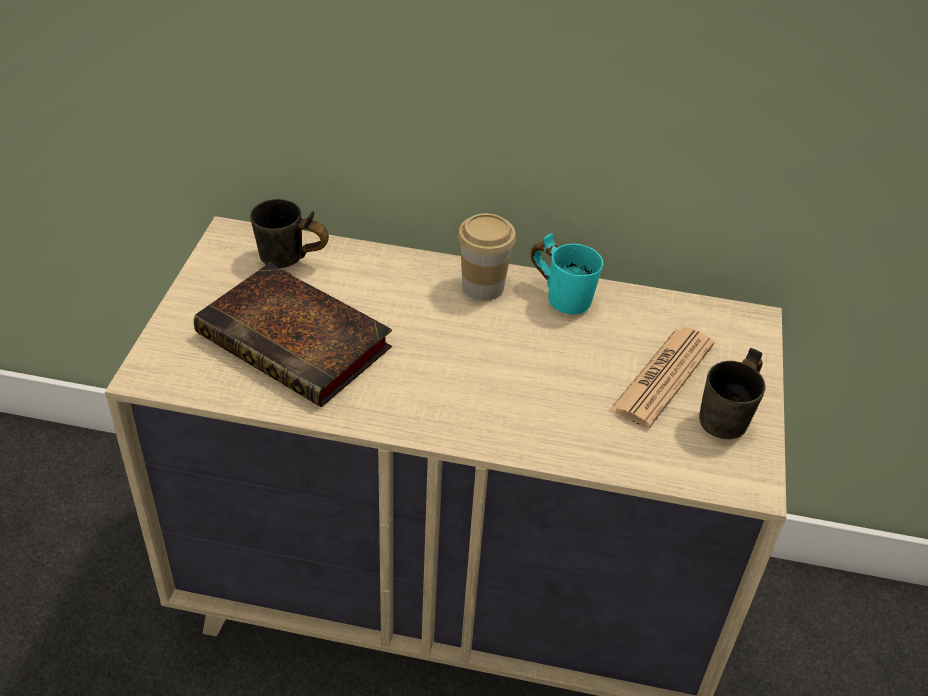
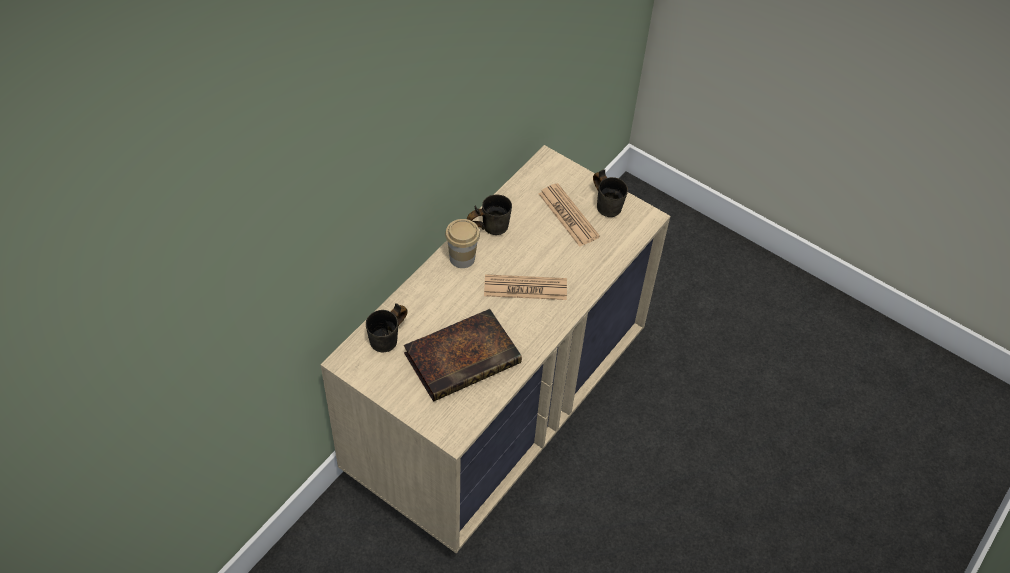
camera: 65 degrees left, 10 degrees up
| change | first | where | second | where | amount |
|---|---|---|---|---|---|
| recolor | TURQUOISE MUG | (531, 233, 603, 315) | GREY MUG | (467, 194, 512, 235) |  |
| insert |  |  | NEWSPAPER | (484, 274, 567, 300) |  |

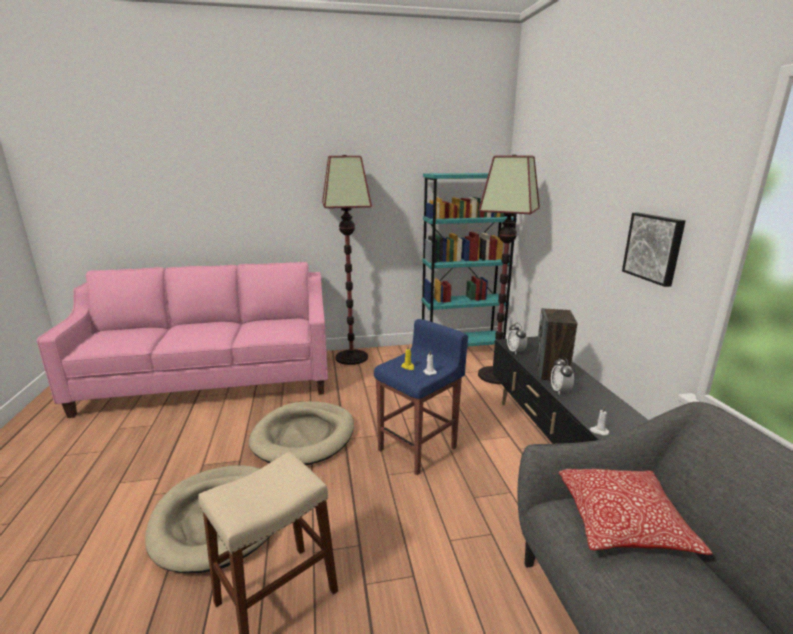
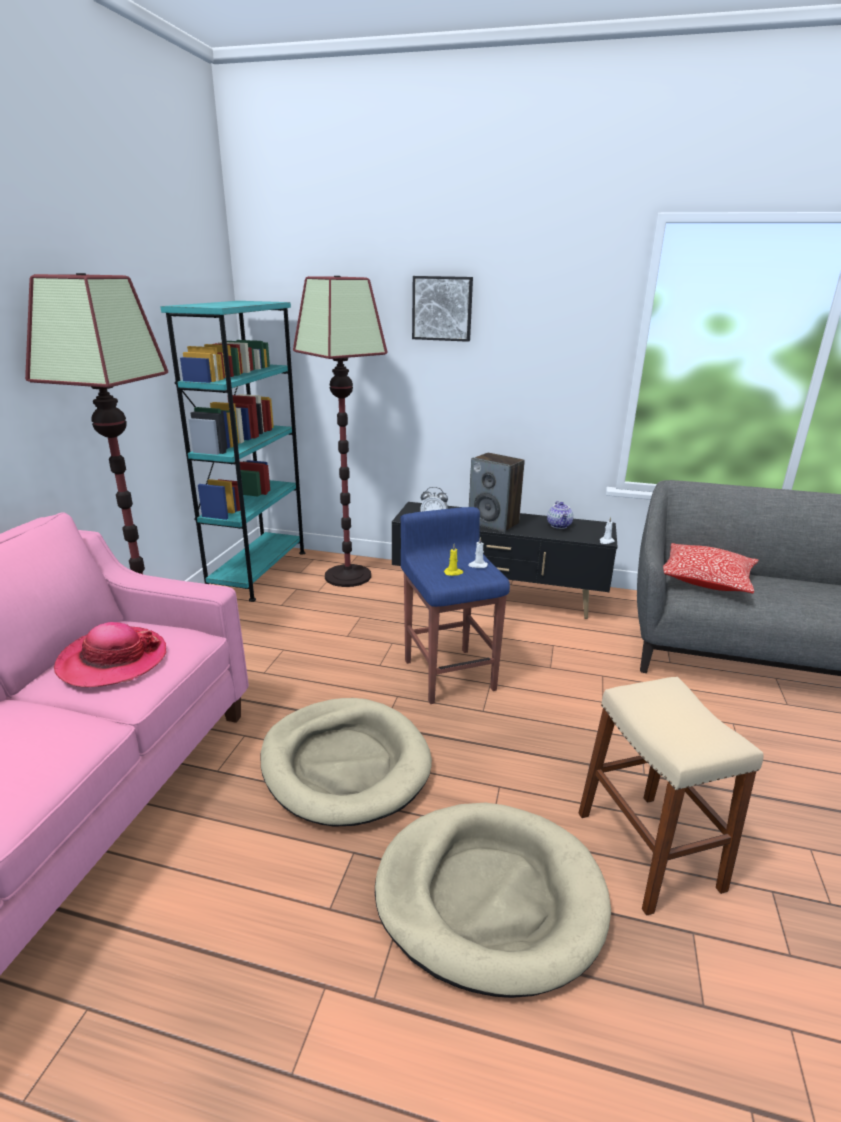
camera: 65 degrees left, 5 degrees up
| change | first | where | second | where | amount |
|---|---|---|---|---|---|
| delete | ALARM CLOCK | (551, 357, 574, 395) |  |  |  |
| move | PICTURE | (622, 213, 686, 287) |  | (412, 276, 473, 342) |  |
| insert |  |  | HAT | (54, 622, 167, 687) |  |
| insert |  |  | TEAPOT | (547, 501, 573, 529) |  |

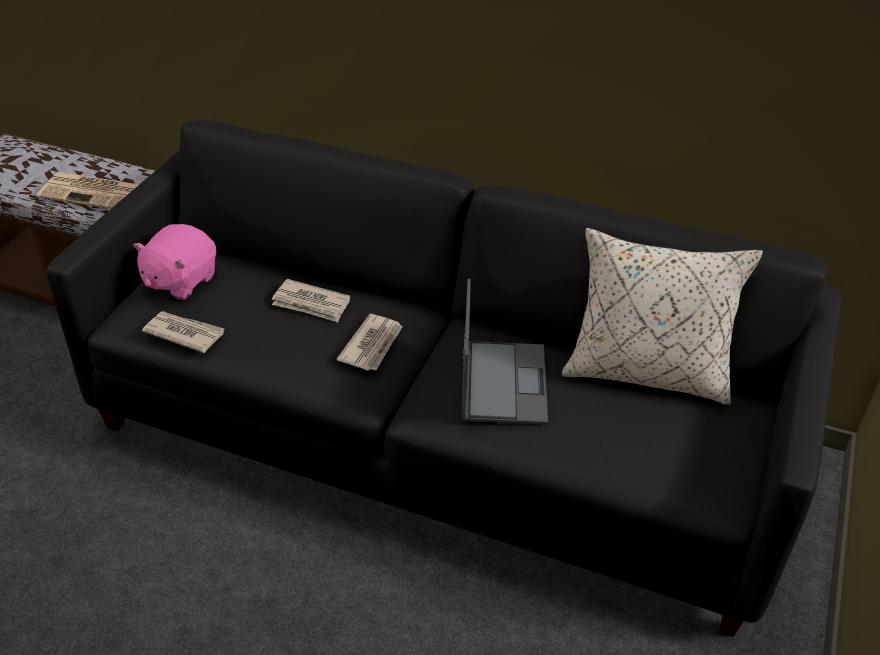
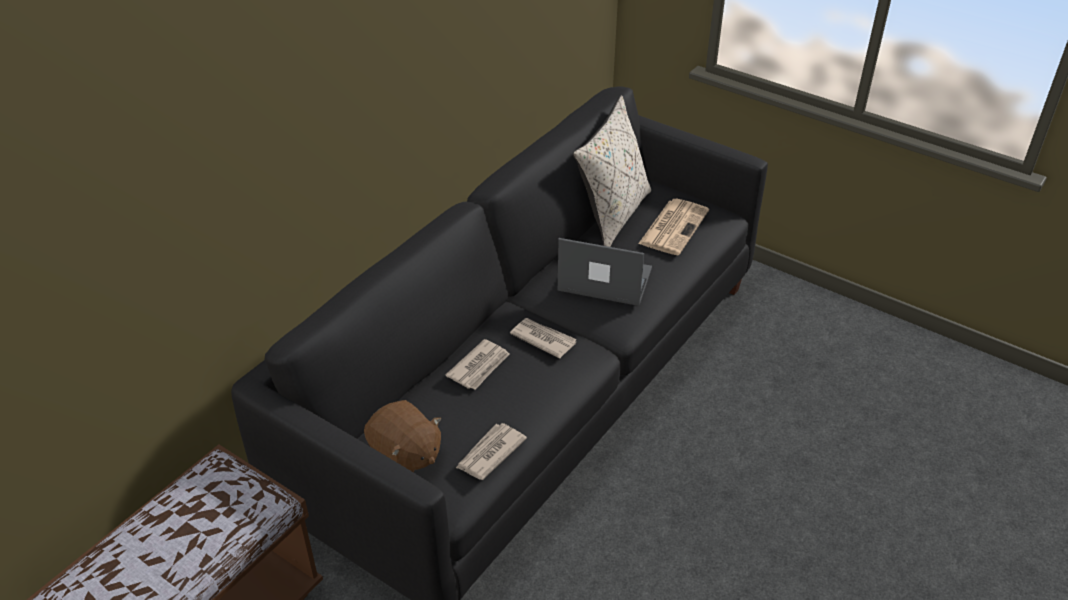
camera: 75 degrees left, 0 degrees up
| change | first | where | second | where | amount |
|---|---|---|---|---|---|
| move | NEWSPAPER | (36, 172, 139, 209) |  | (638, 199, 709, 255) |  |
| recolor | PINK PLUSH TOY | (133, 224, 217, 300) | BROWN PLUSH TOY | (364, 400, 441, 472) |  |

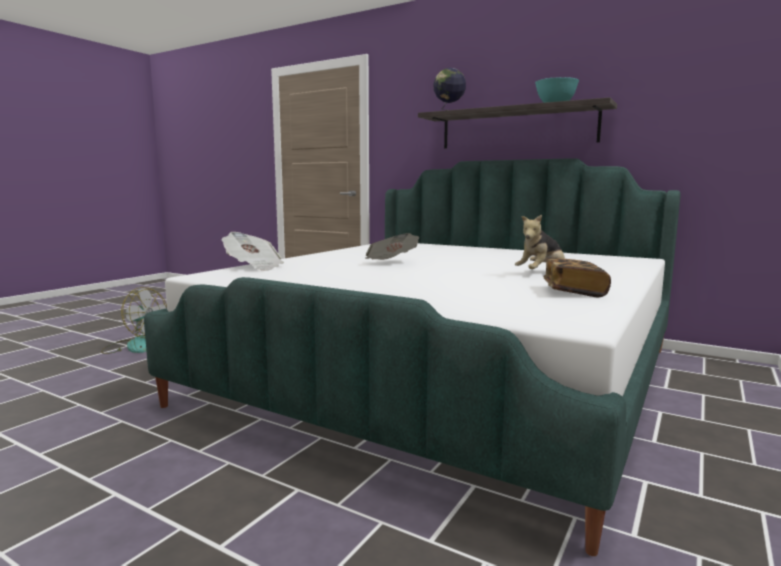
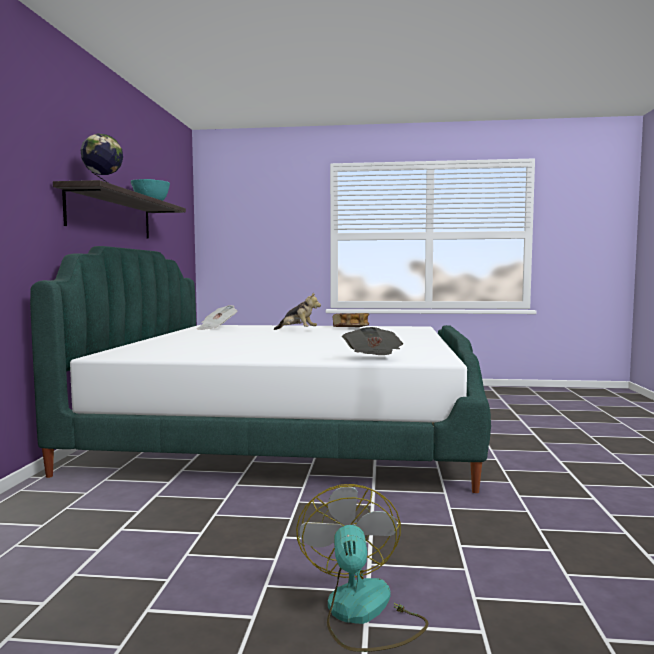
camera: 115 degrees left, 5 degrees down
| change | first | where | second | where | amount |
|---|---|---|---|---|---|
| move | NEWSPAPER | (366, 233, 419, 260) |  | (197, 305, 237, 330) |  |

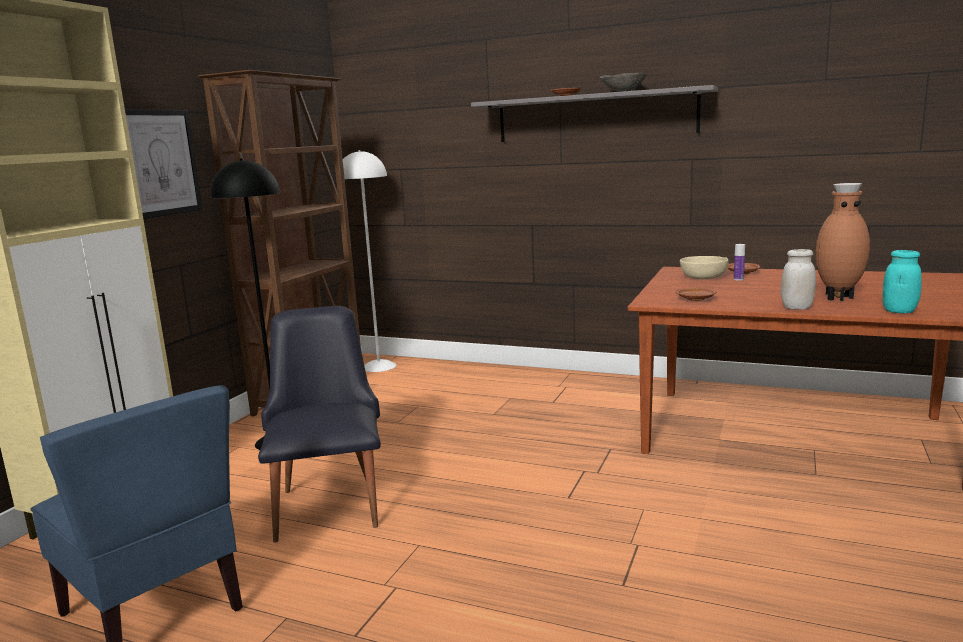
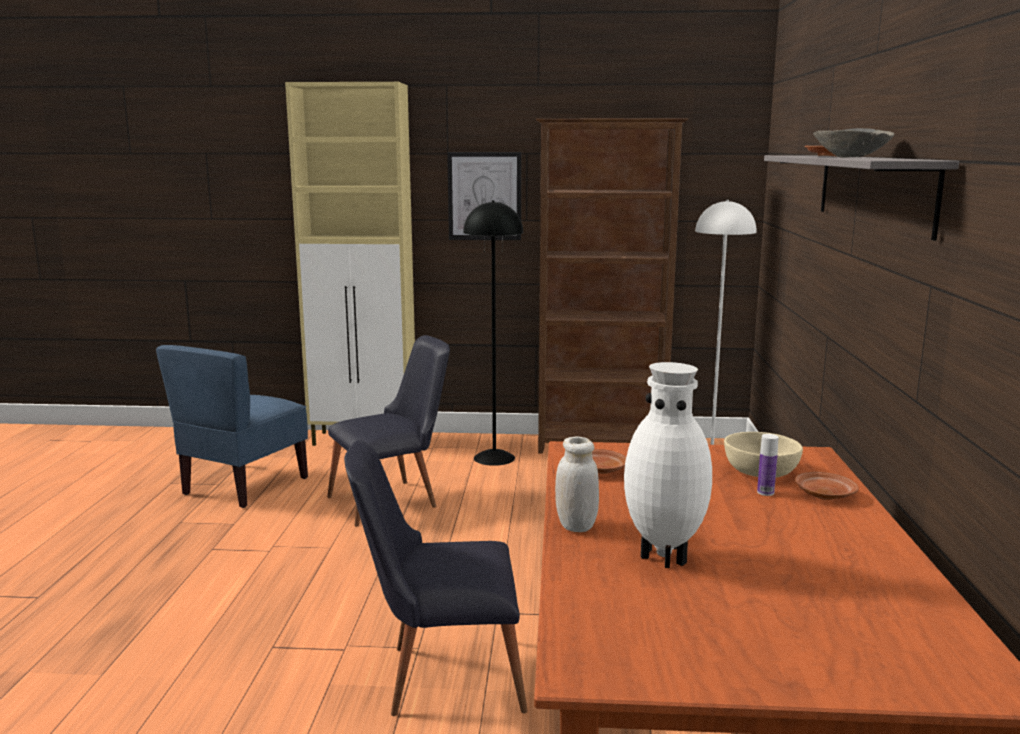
camera: 70 degrees right, 0 degrees up
| change | first | where | second | where | amount |
|---|---|---|---|---|---|
| recolor | BROWN VASE | (816, 183, 870, 301) | WHITE VASE | (624, 362, 712, 568) |  |
| delete | TURQUOISE JAR | (883, 250, 922, 313) |  |  |  |
| insert |  |  | BLACK CHAIR | (344, 440, 528, 716) |  |

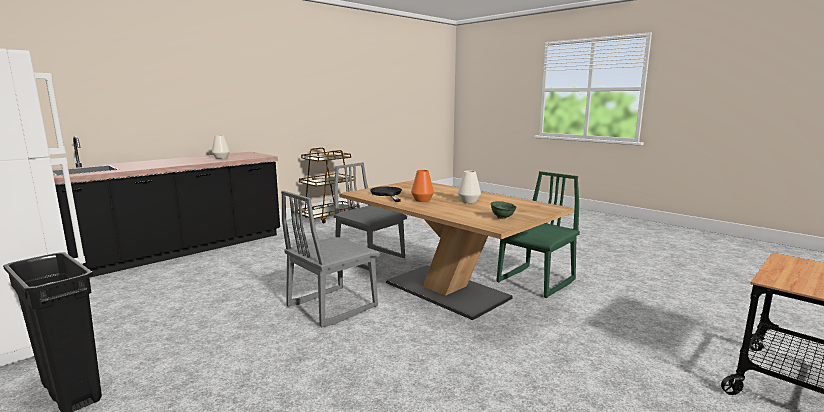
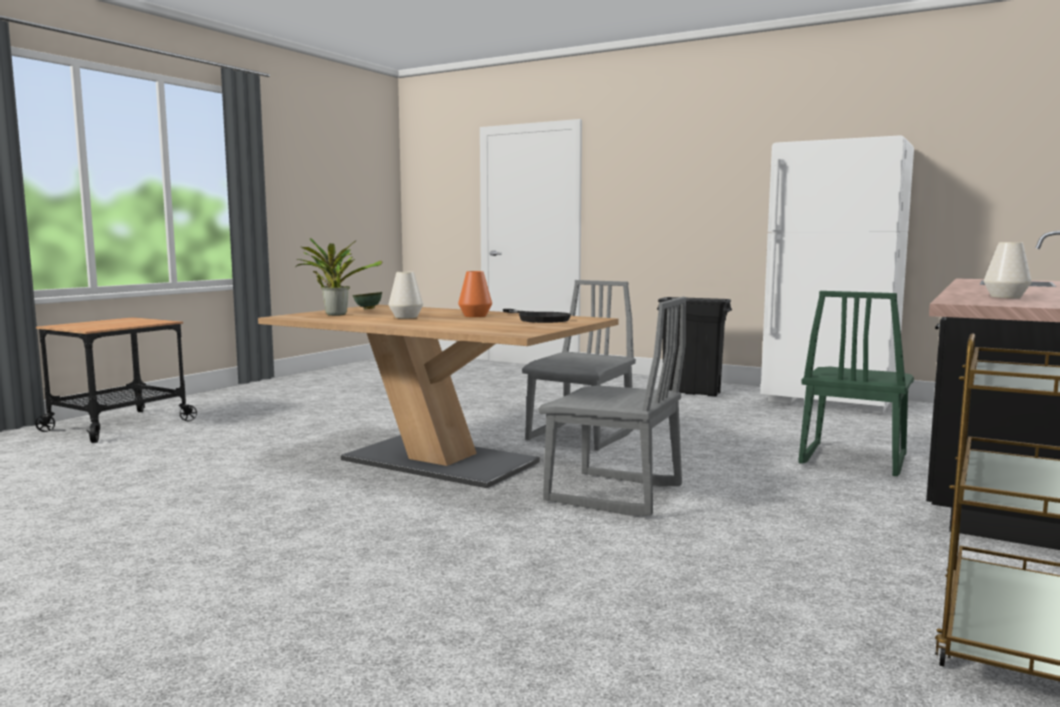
camera: 165 degrees right, 5 degrees down
| change | first | where | second | where | amount |
|---|---|---|---|---|---|
| move | GREEN CHAIR | (496, 171, 580, 298) |  | (798, 291, 914, 476) |  |
| insert |  |  | POTTED PLANT | (295, 238, 382, 316) |  |

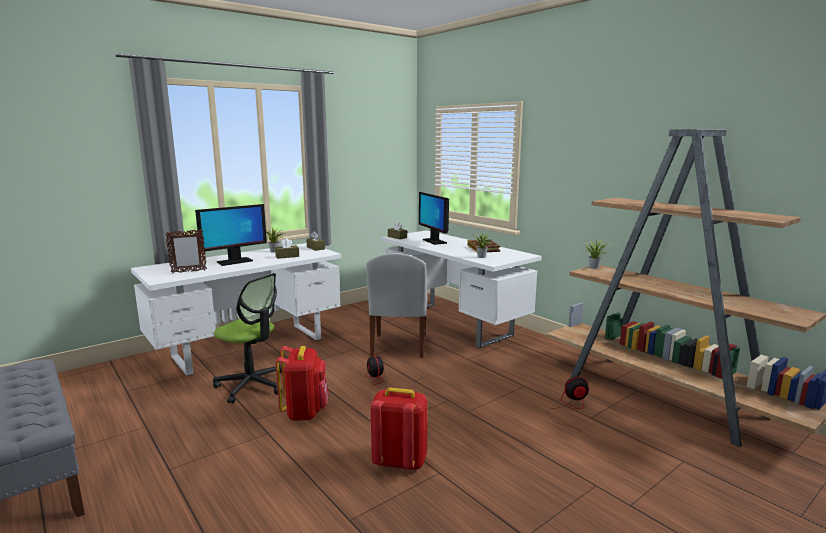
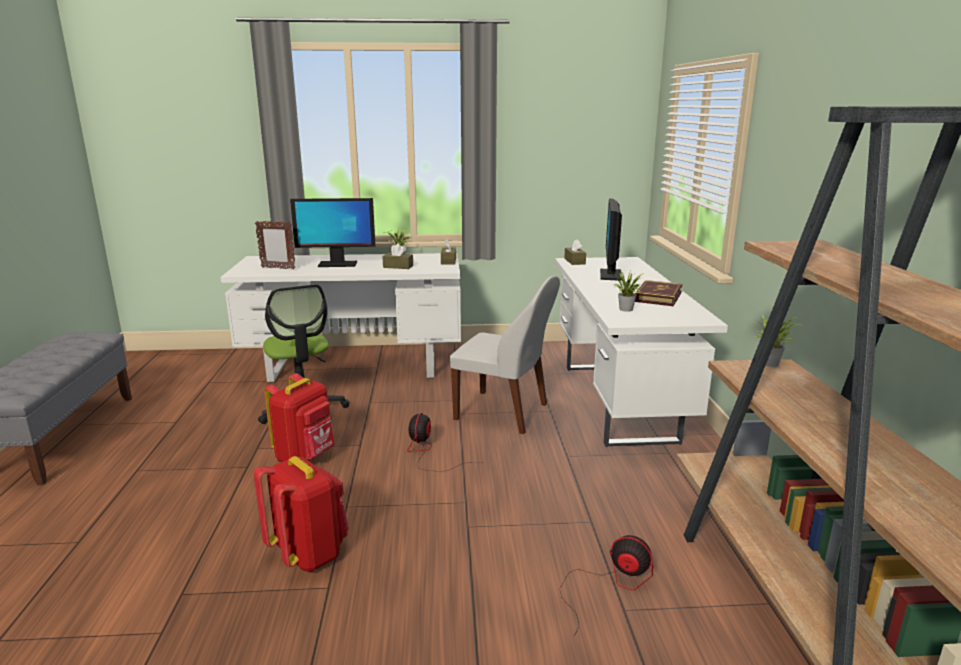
camera: 35 degrees right, 5 degrees up
| change | first | where | second | where | amount |
|---|---|---|---|---|---|
| rotate | WHITE CHAIR | (366, 253, 427, 358) |  | (450, 276, 560, 434) | 105 degrees counterclockwise |

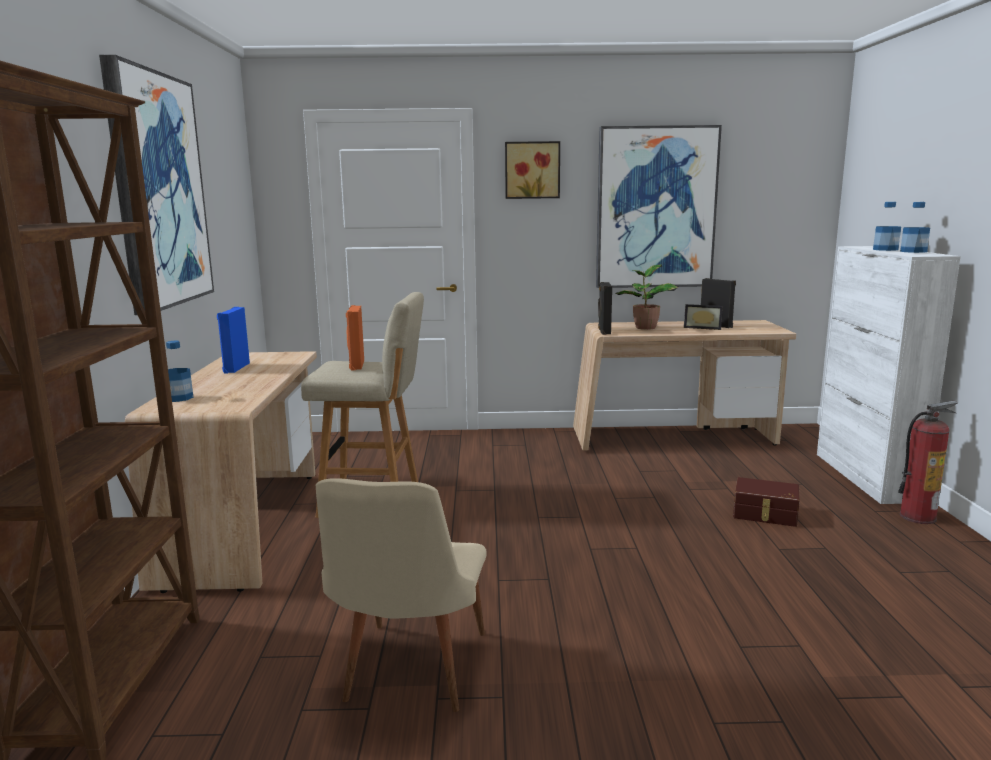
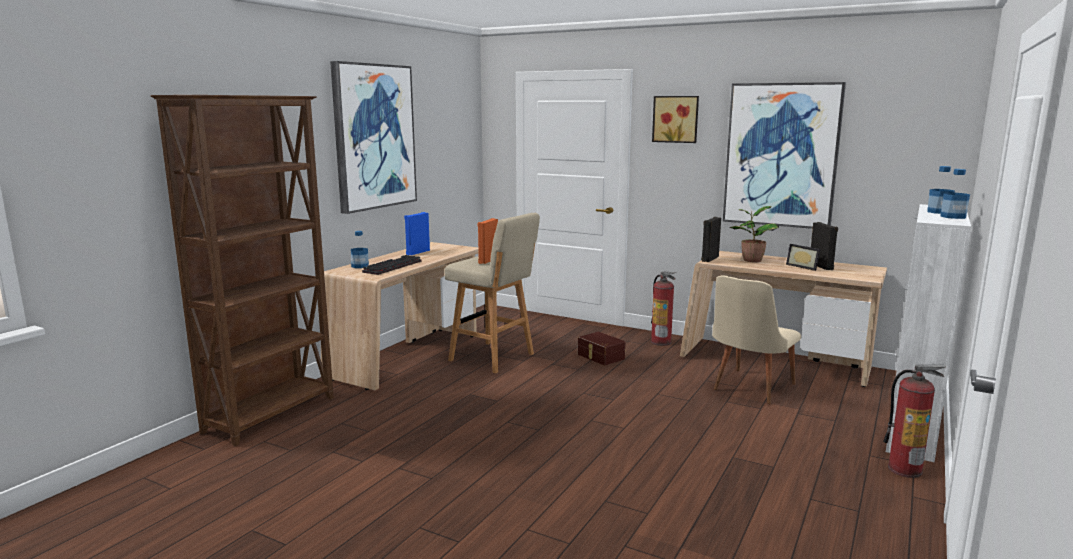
camera: 30 degrees right, 0 degrees up
| change | first | where | second | where | amount |
|---|---|---|---|---|---|
| move | BEIGE CHAIR | (316, 478, 487, 712) |  | (712, 275, 801, 404) |  |
| move | BROWN STORAGE BOX | (733, 477, 800, 527) |  | (578, 332, 626, 365) |  |
| insert |  |  | KEYBOARD | (362, 255, 422, 275) |  |
| insert |  |  | FIRE EXTINGUISHER | (651, 272, 676, 346) |  |

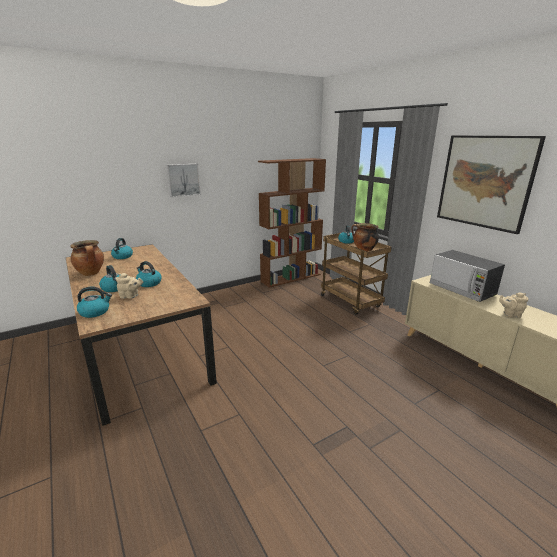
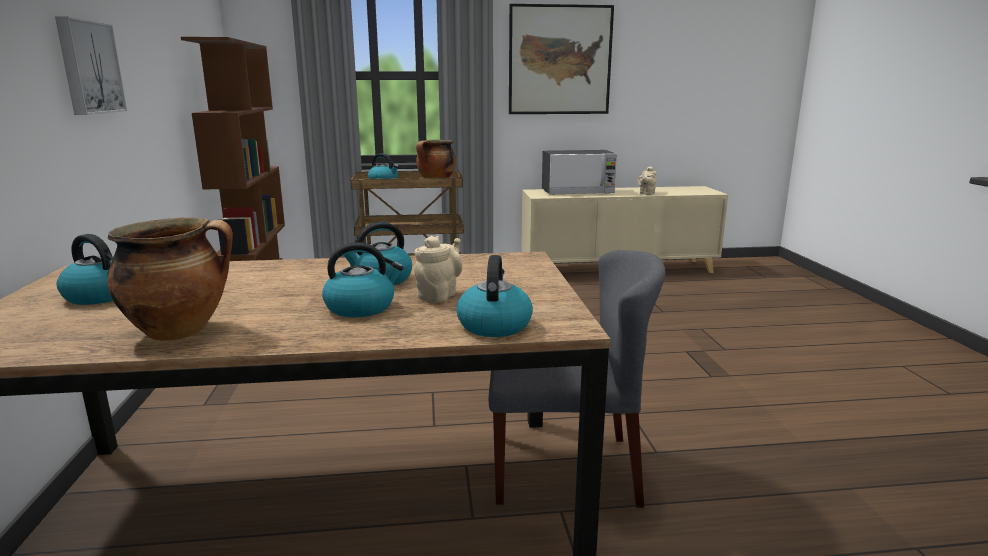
camera: 65 degrees left, 5 degrees down
| change | first | where | second | where | amount |
|---|---|---|---|---|---|
| insert |  |  | GREY CHAIR | (488, 250, 665, 508) |  |

